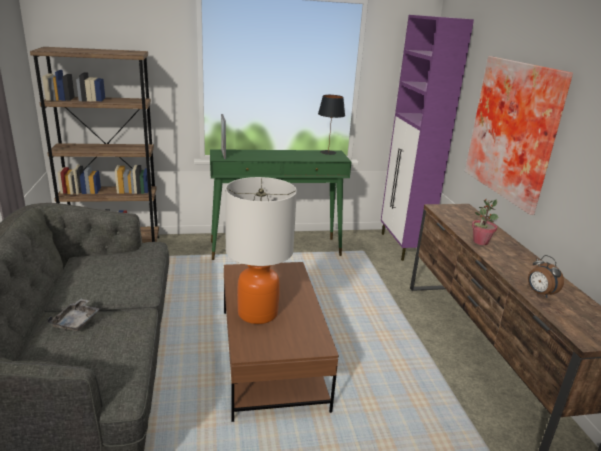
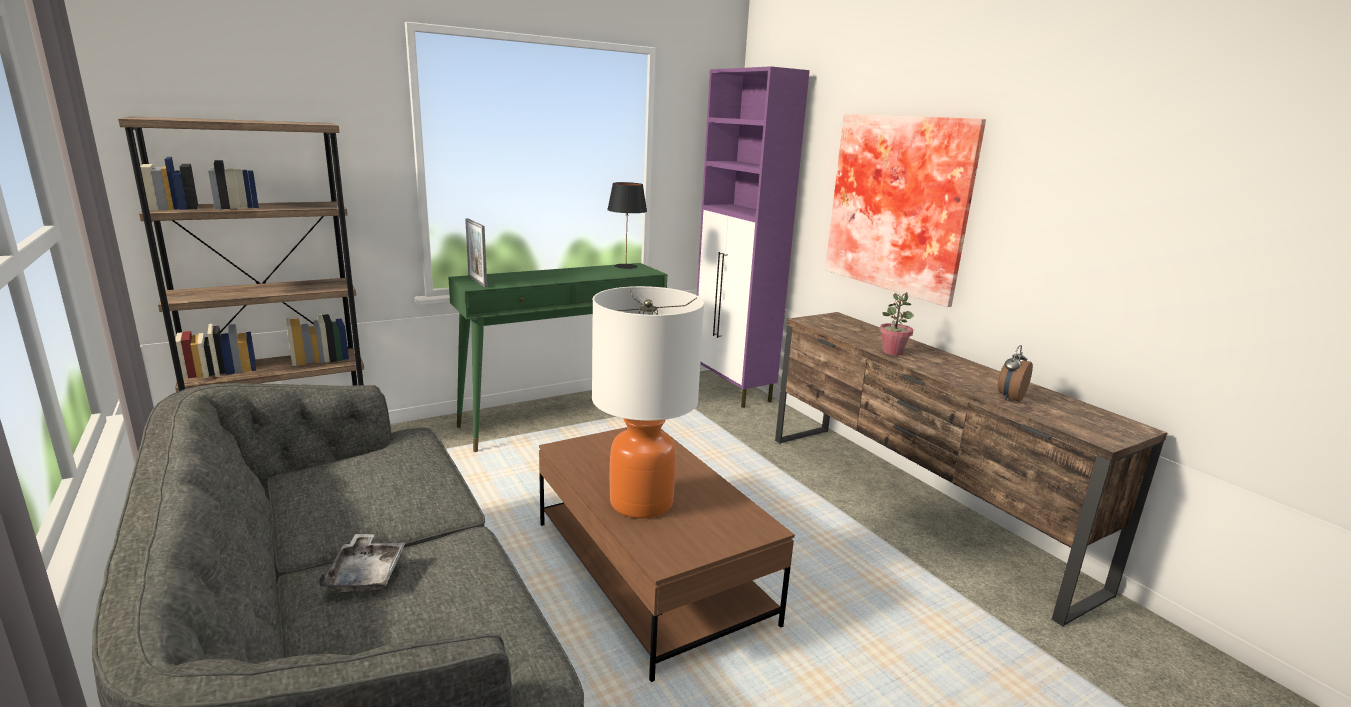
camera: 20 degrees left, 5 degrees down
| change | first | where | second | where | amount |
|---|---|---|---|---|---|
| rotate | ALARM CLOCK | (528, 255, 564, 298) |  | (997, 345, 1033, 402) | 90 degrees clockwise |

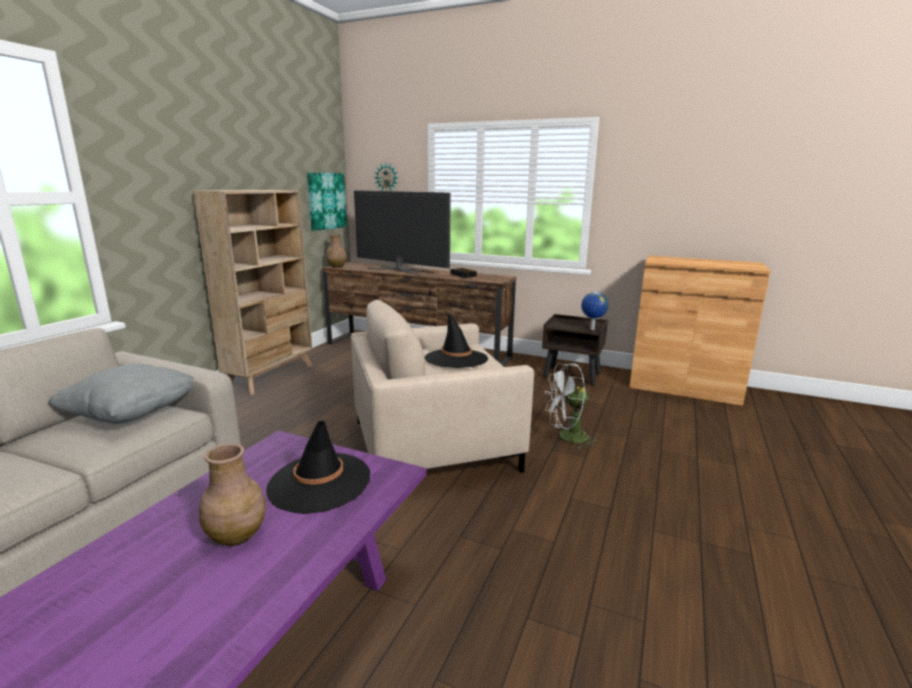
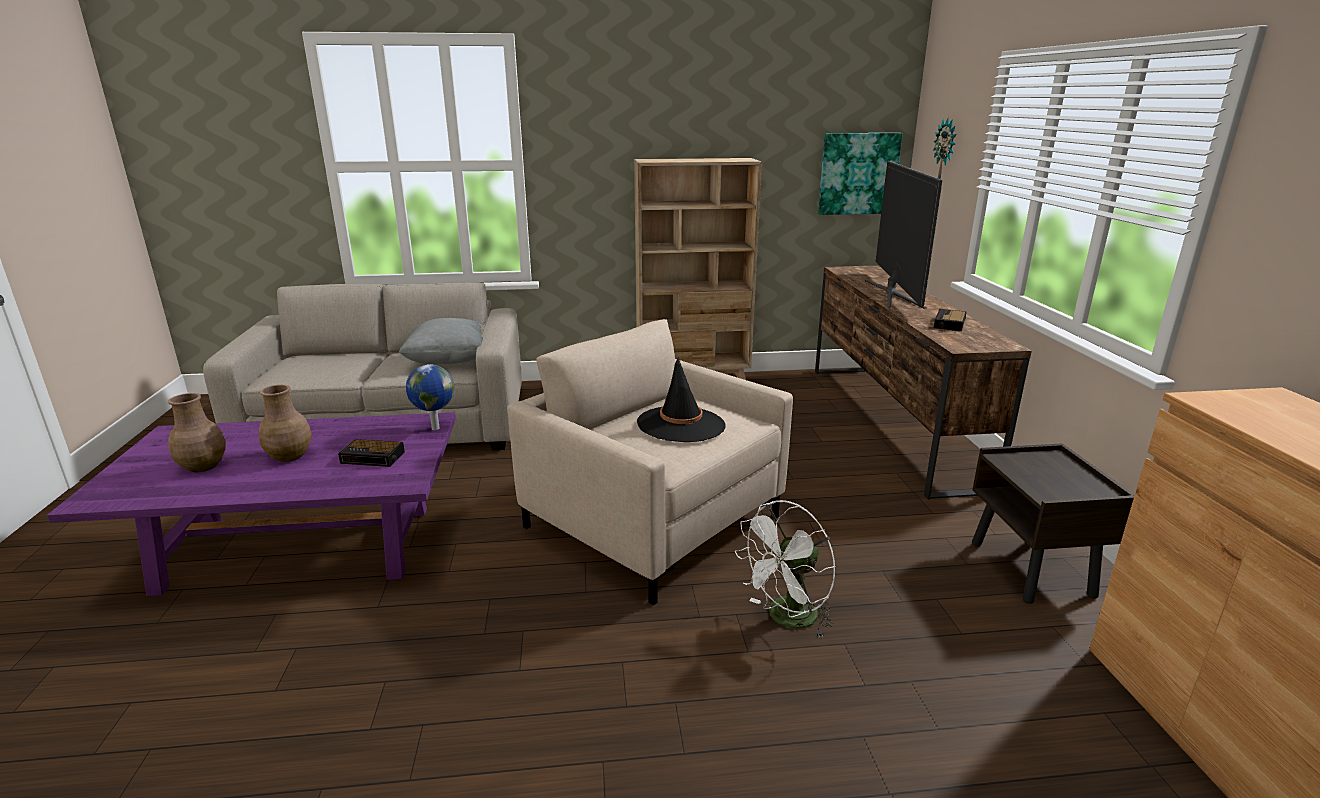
camera: 60 degrees right, 5 degrees up
| change | first | where | second | where | amount |
|---|---|---|---|---|---|
| replace | BLACK HAT | (266, 420, 370, 514) | ALARM CLOCK | (338, 439, 405, 467) |  |
| move | BROWN VASE | (326, 234, 347, 268) |  | (168, 393, 226, 472) |  |
| rotate | WHITE FAN | (545, 363, 599, 449) |  | (735, 500, 836, 638) | 90 degrees counterclockwise |
| move | GLOBE | (581, 292, 608, 330) |  | (406, 365, 454, 430) |  |

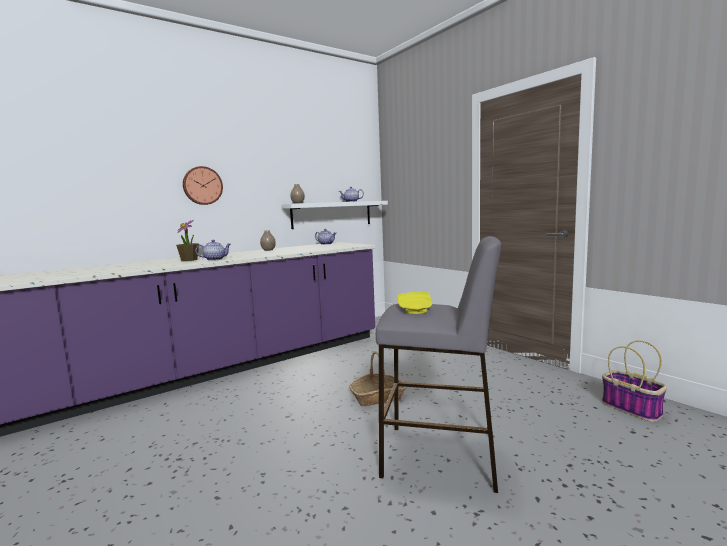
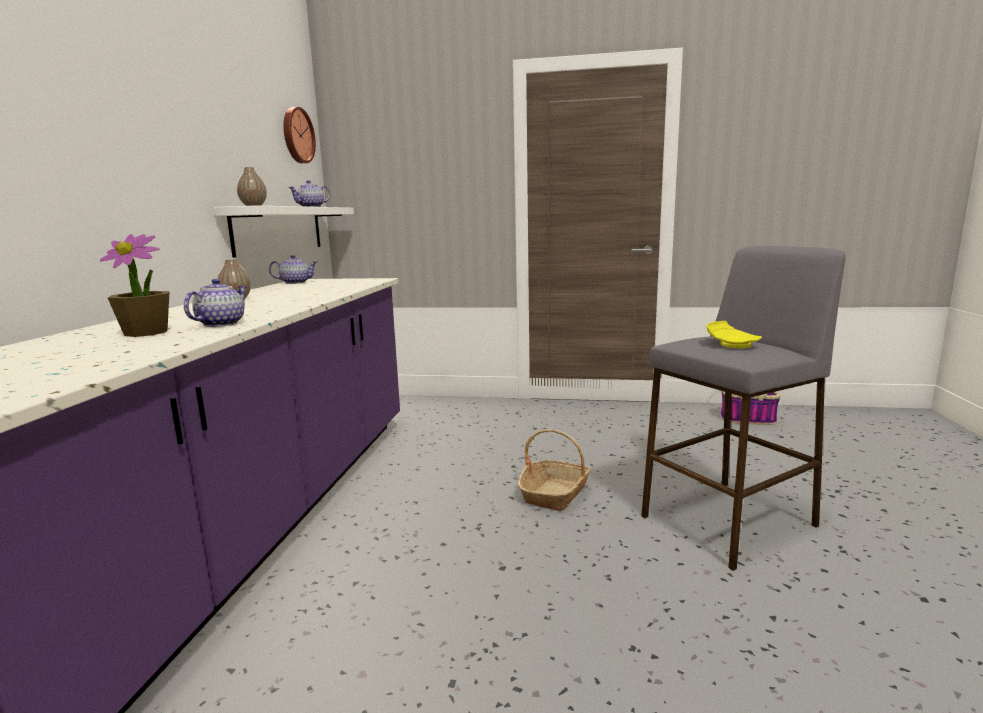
camera: 45 degrees left, 5 degrees up
| change | first | where | second | where | amount |
|---|---|---|---|---|---|
| move | WALL CLOCK | (183, 166, 223, 205) |  | (283, 107, 316, 163) |  |

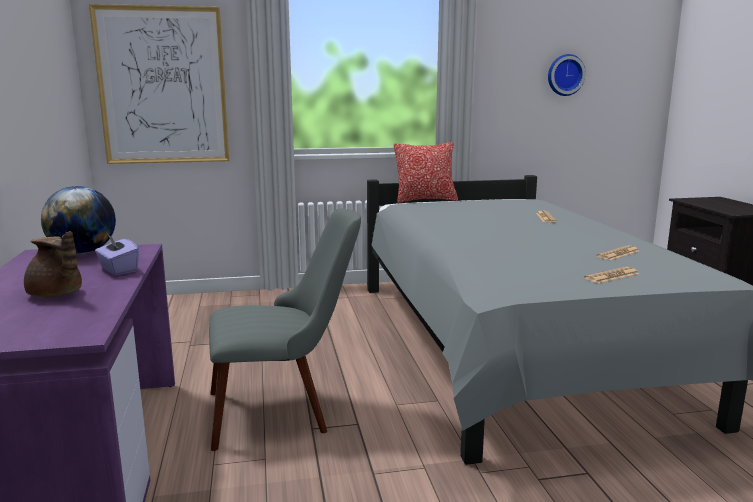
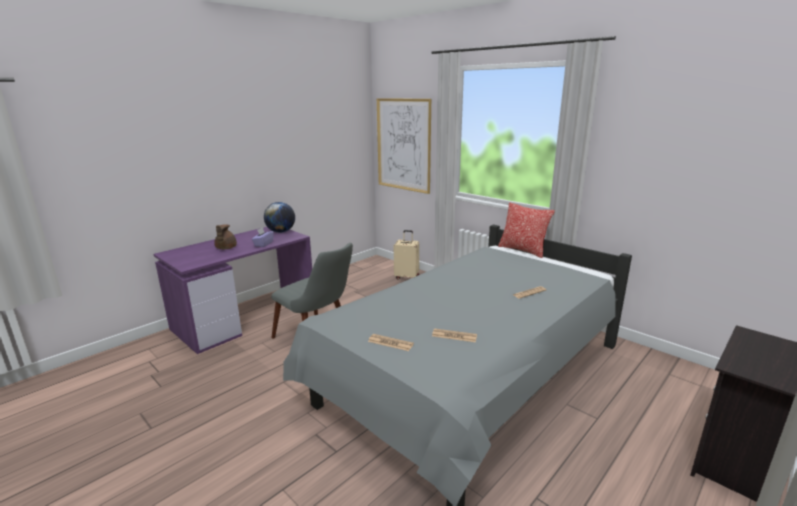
camera: 55 degrees right, 5 degrees up
| change | first | where | second | where | amount |
|---|---|---|---|---|---|
| delete | WALL CLOCK | (548, 54, 586, 96) |  |  |  |
| insert |  |  | BEIGE SUITCASE | (394, 230, 419, 280) |  |

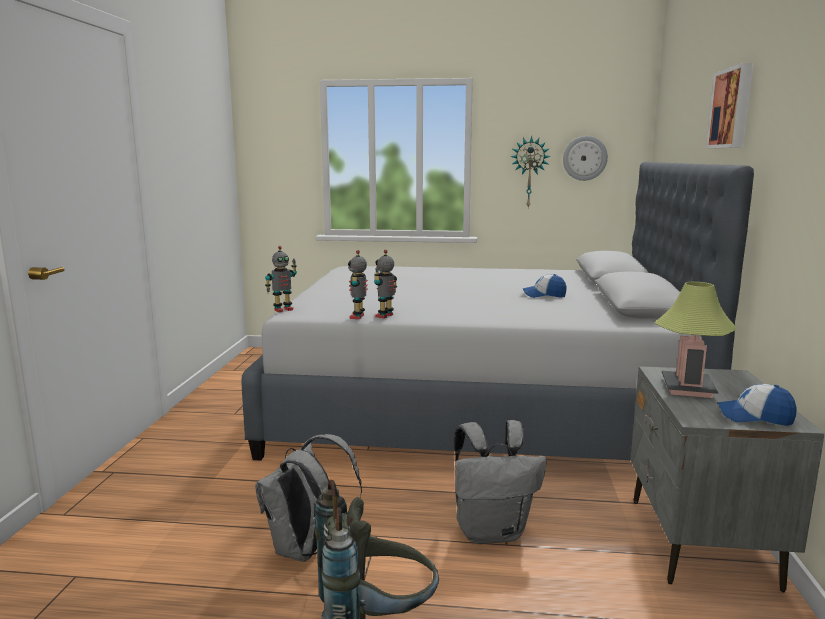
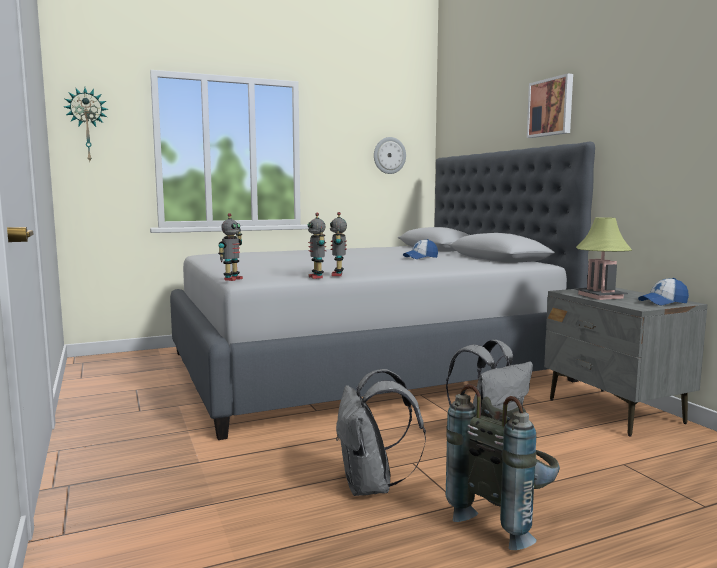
camera: 30 degrees left, 5 degrees down
| change | first | where | second | where | amount |
|---|---|---|---|---|---|
| move | WALL CLOCK | (510, 136, 551, 208) |  | (64, 87, 108, 162) |  |

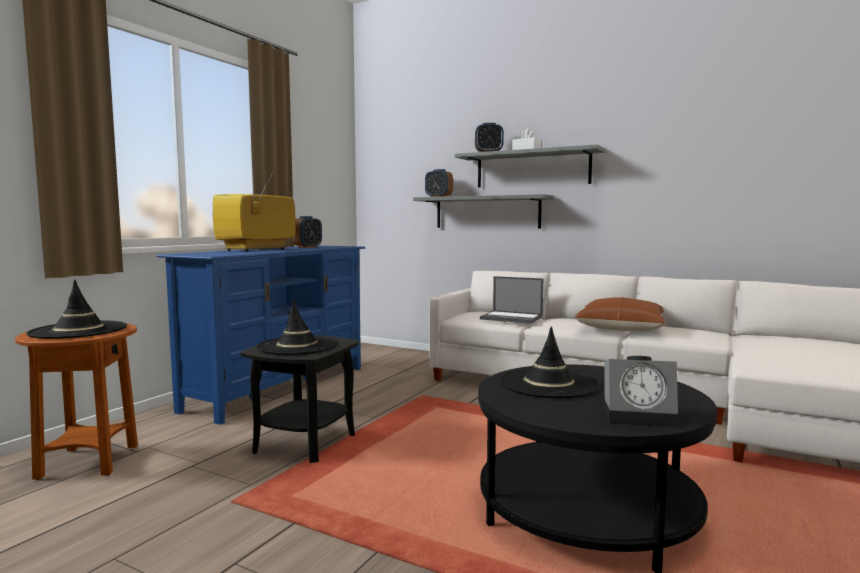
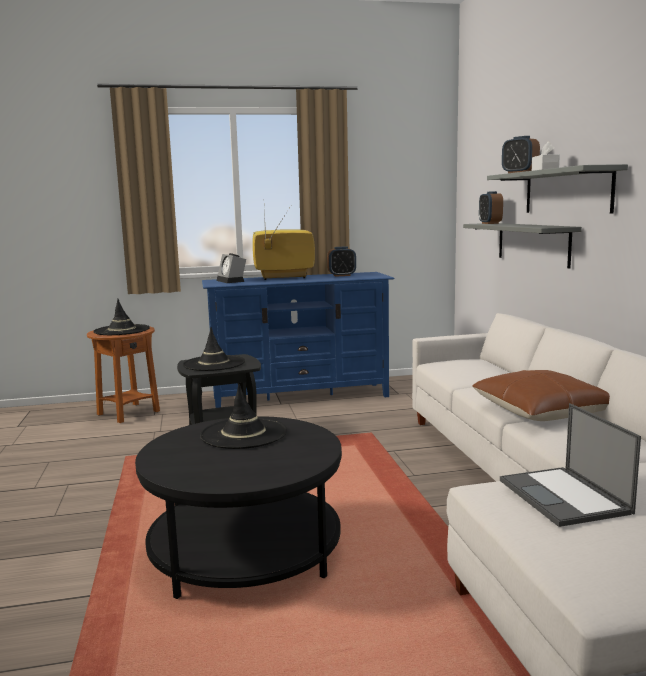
camera: 50 degrees right, 5 degrees up
| change | first | where | second | where | amount |
|---|---|---|---|---|---|
| move | LAPTOP | (480, 276, 543, 324) |  | (500, 403, 641, 527) |  |
| move | ALARM CLOCK | (604, 356, 678, 427) |  | (217, 253, 246, 283) |  |

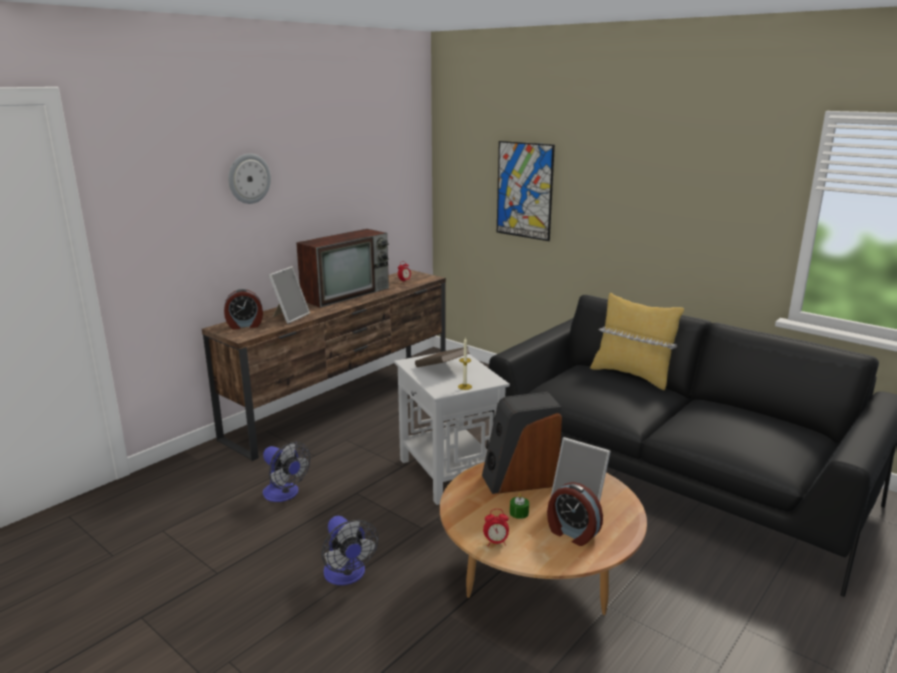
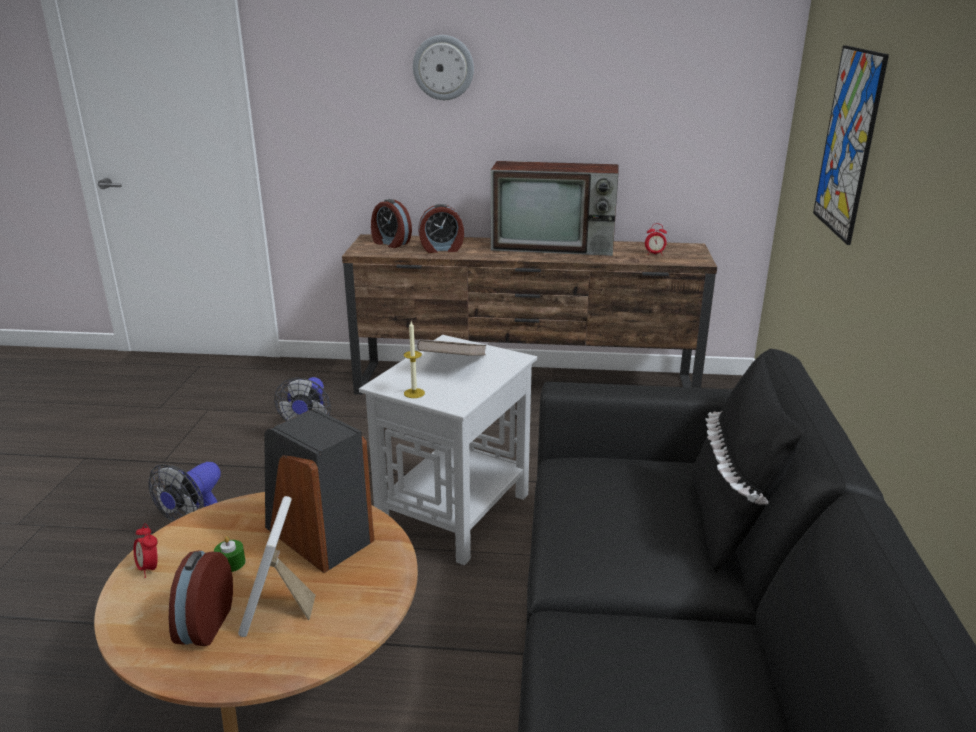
camera: 55 degrees right, 5 degrees up
| change | first | where | second | where | amount |
|---|---|---|---|---|---|
| replace | PICTURE FRAME | (268, 266, 310, 324) | ALARM CLOCK | (419, 204, 464, 253) |  |
| recolor | YELLOW PILLOW | (590, 293, 684, 390) | BLACK PILLOW | (691, 354, 804, 573) |  |

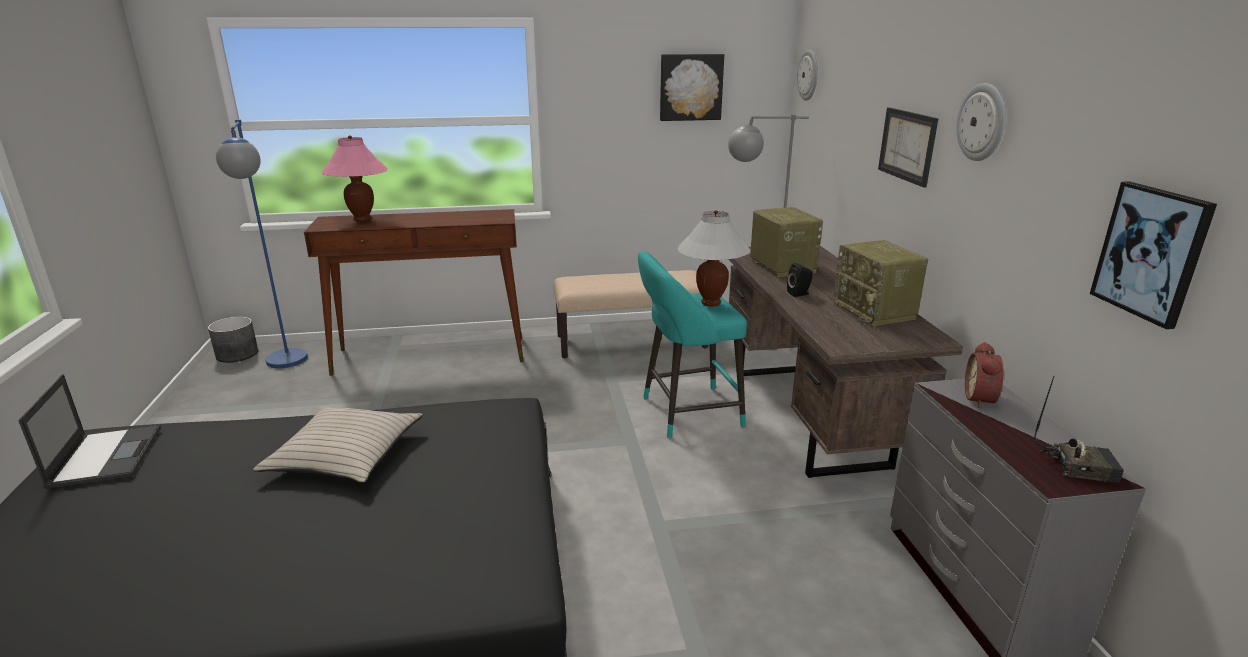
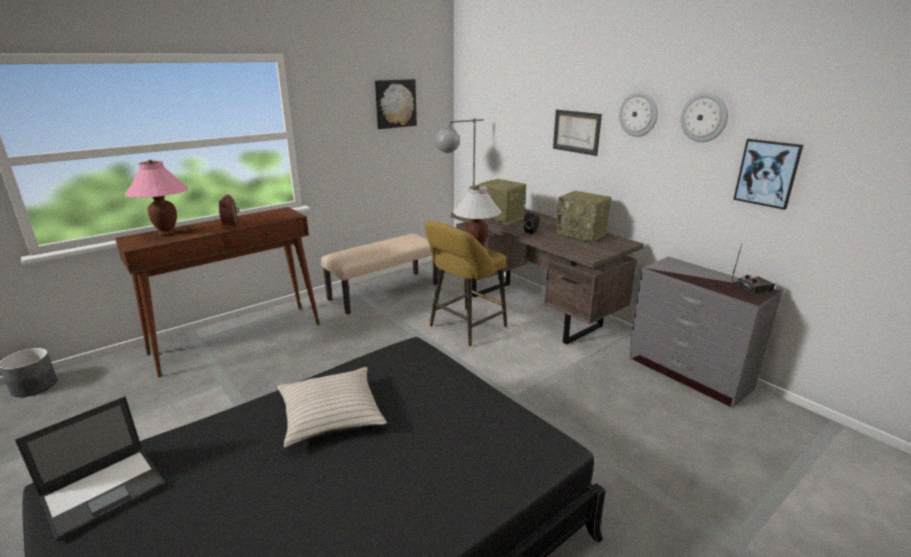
camera: 30 degrees left, 0 degrees up
| change | first | where | second | where | amount |
|---|---|---|---|---|---|
| rotate | LAPTOP | (18, 374, 161, 489) |  | (15, 396, 165, 542) | 90 degrees clockwise |
| delete | BLUE FLOOR LAMP | (216, 119, 308, 368) |  |  |  |
| recolor | TURQUOISE STOOL | (638, 251, 747, 439) | YELLOW STOOL | (425, 221, 507, 346) |  |
| move | WALL CLOCK | (797, 50, 818, 101) |  | (681, 93, 728, 142) |  |
| move | ALARM CLOCK | (965, 342, 1004, 408) |  | (219, 194, 239, 227) |  |

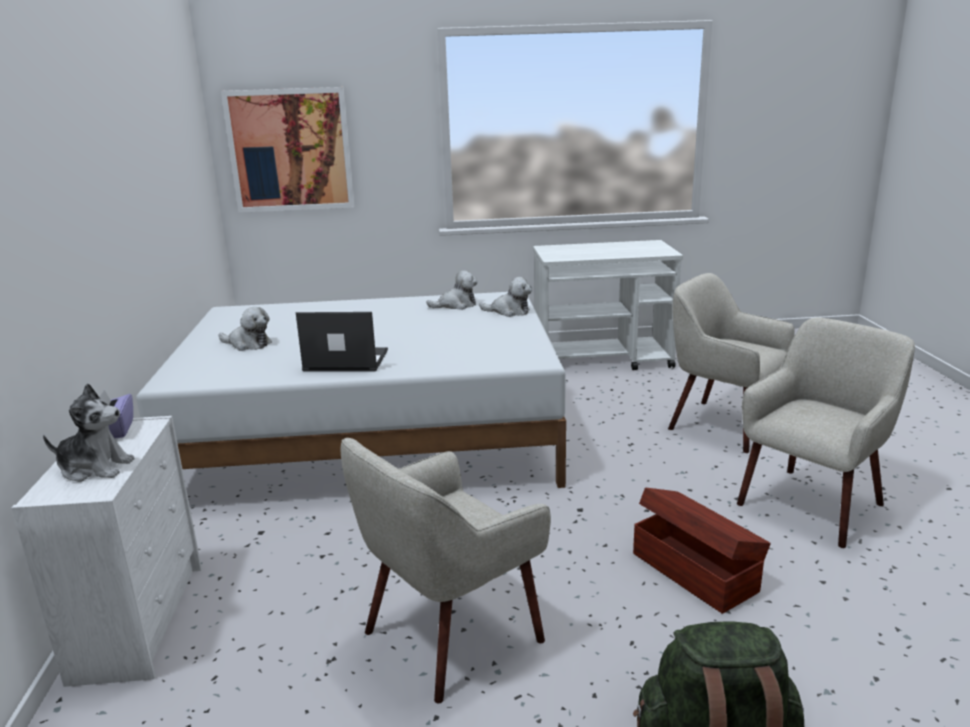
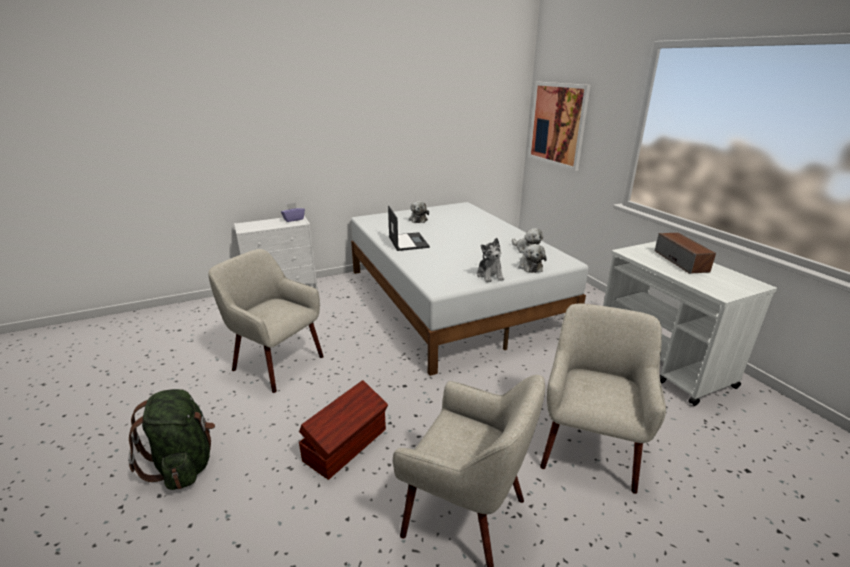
camera: 70 degrees right, 5 degrees up
| change | first | where | second | where | amount |
|---|---|---|---|---|---|
| move | PLUSH TOY | (43, 383, 135, 482) |  | (477, 238, 504, 282) |  |
| insert |  |  | SPEAKER | (655, 232, 716, 274) |  |

